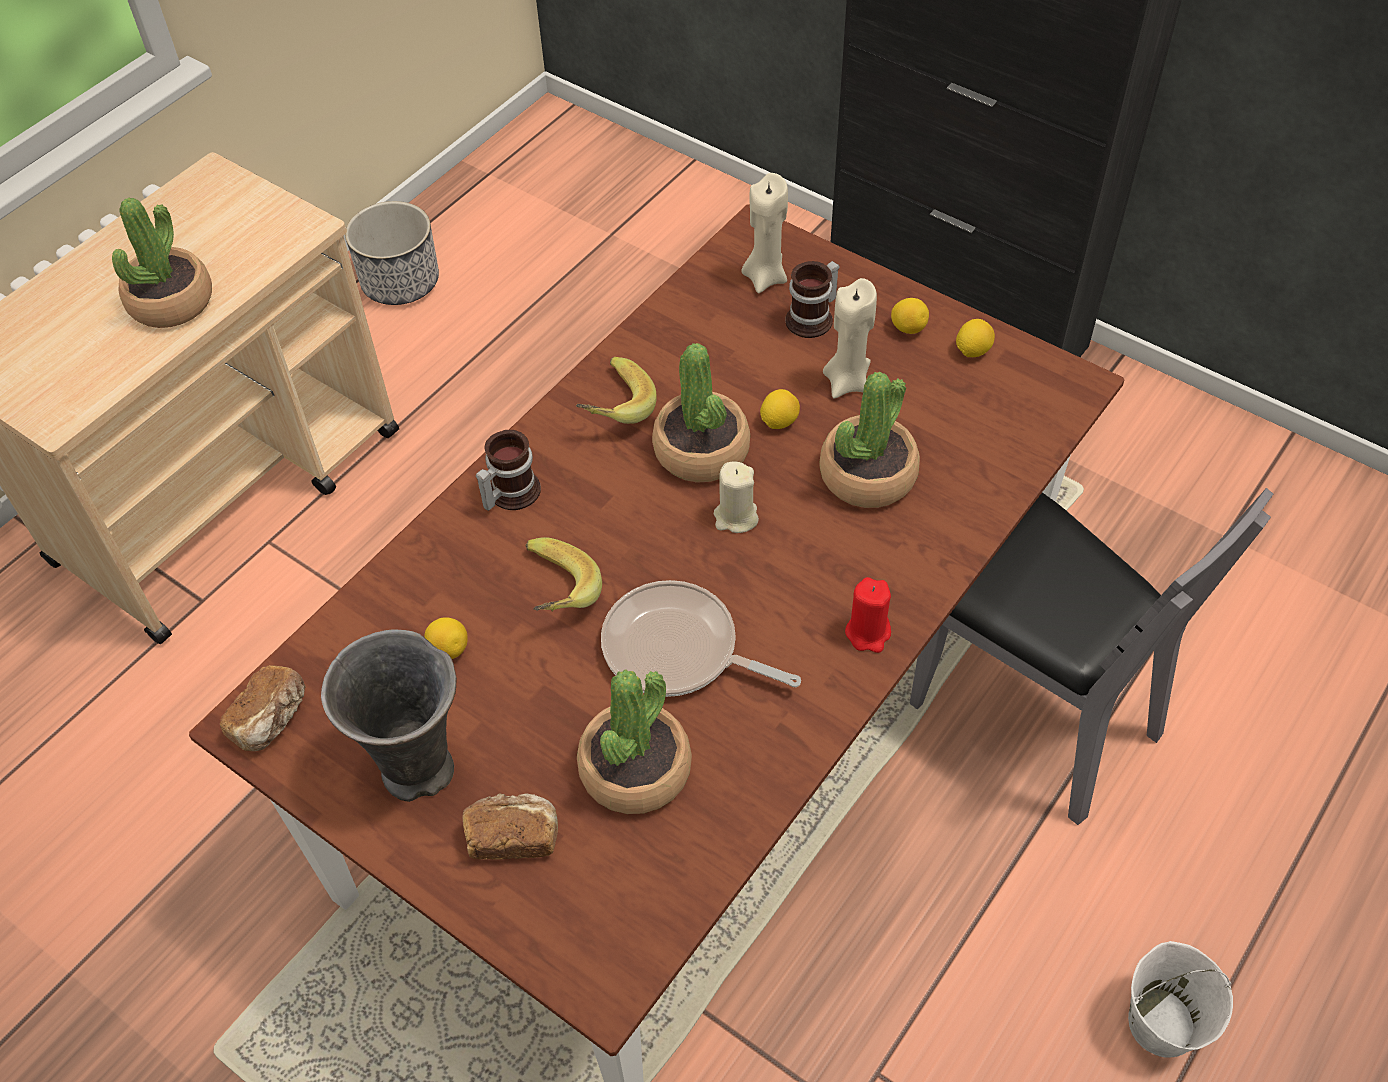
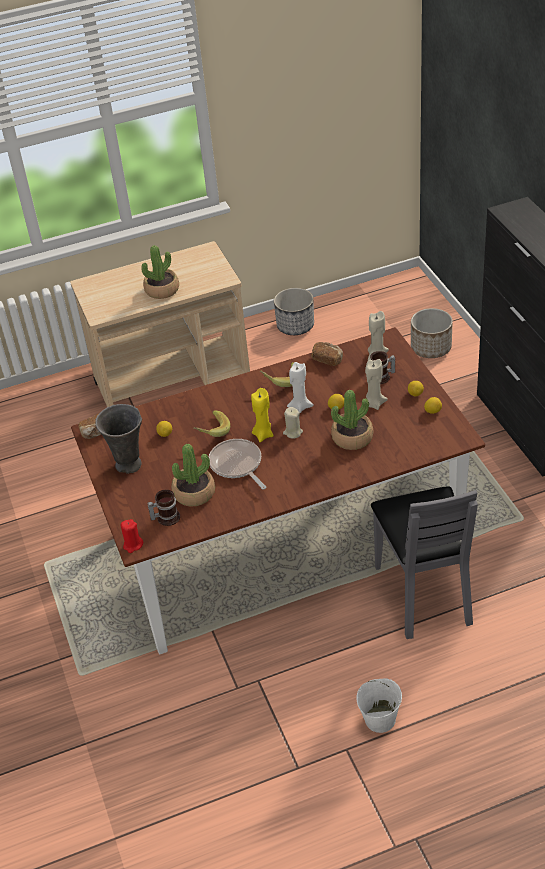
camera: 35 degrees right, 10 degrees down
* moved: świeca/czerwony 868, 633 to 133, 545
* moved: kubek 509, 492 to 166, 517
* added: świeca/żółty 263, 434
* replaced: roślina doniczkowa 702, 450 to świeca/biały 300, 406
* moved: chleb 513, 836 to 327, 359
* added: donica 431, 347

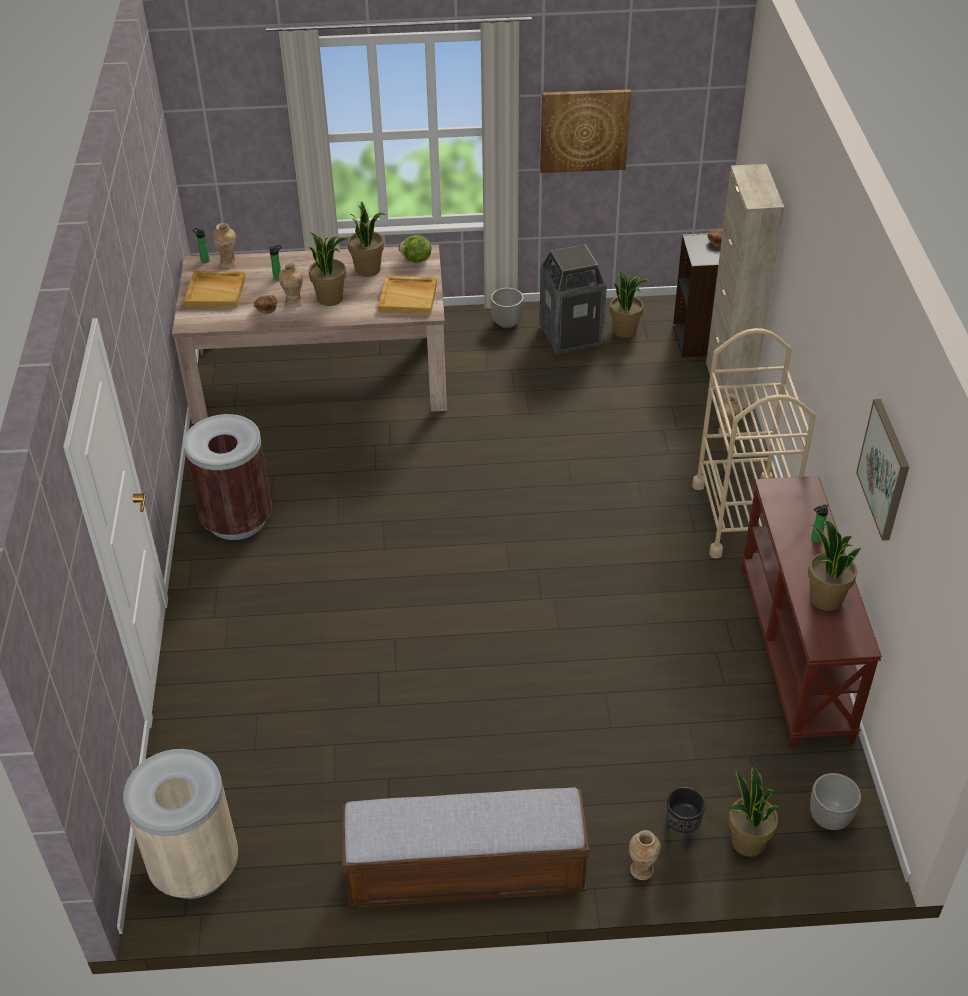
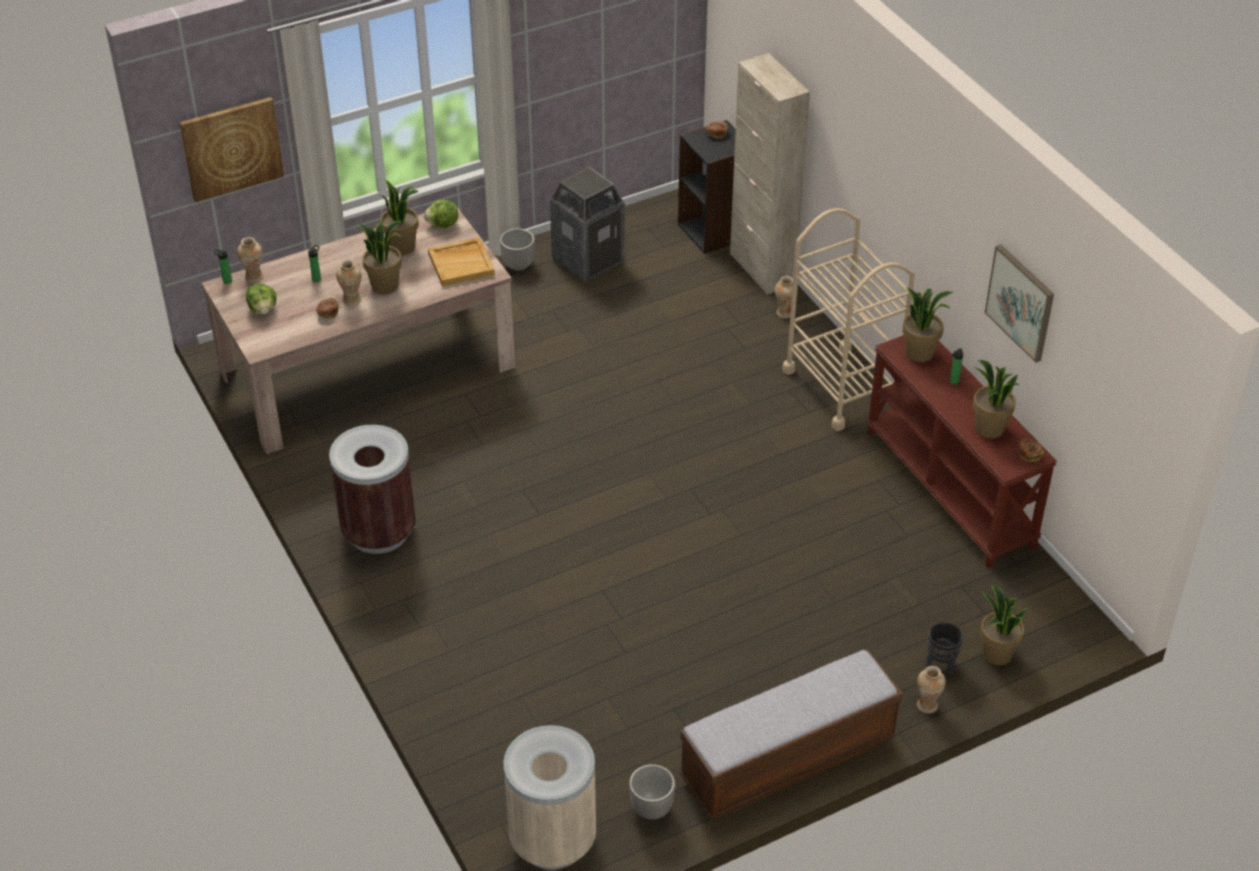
camera: 25 degrees left, 0 degrees up
* moved: obraz 584, 130 to 231, 148
* replaced: taca/beżowy 216, 291 to sałata 263, 310
* moved: donica 829, 819 to 652, 809
* moved: roślina doniczkowa 625, 330 to 920, 353
* added: chleb 1028, 455

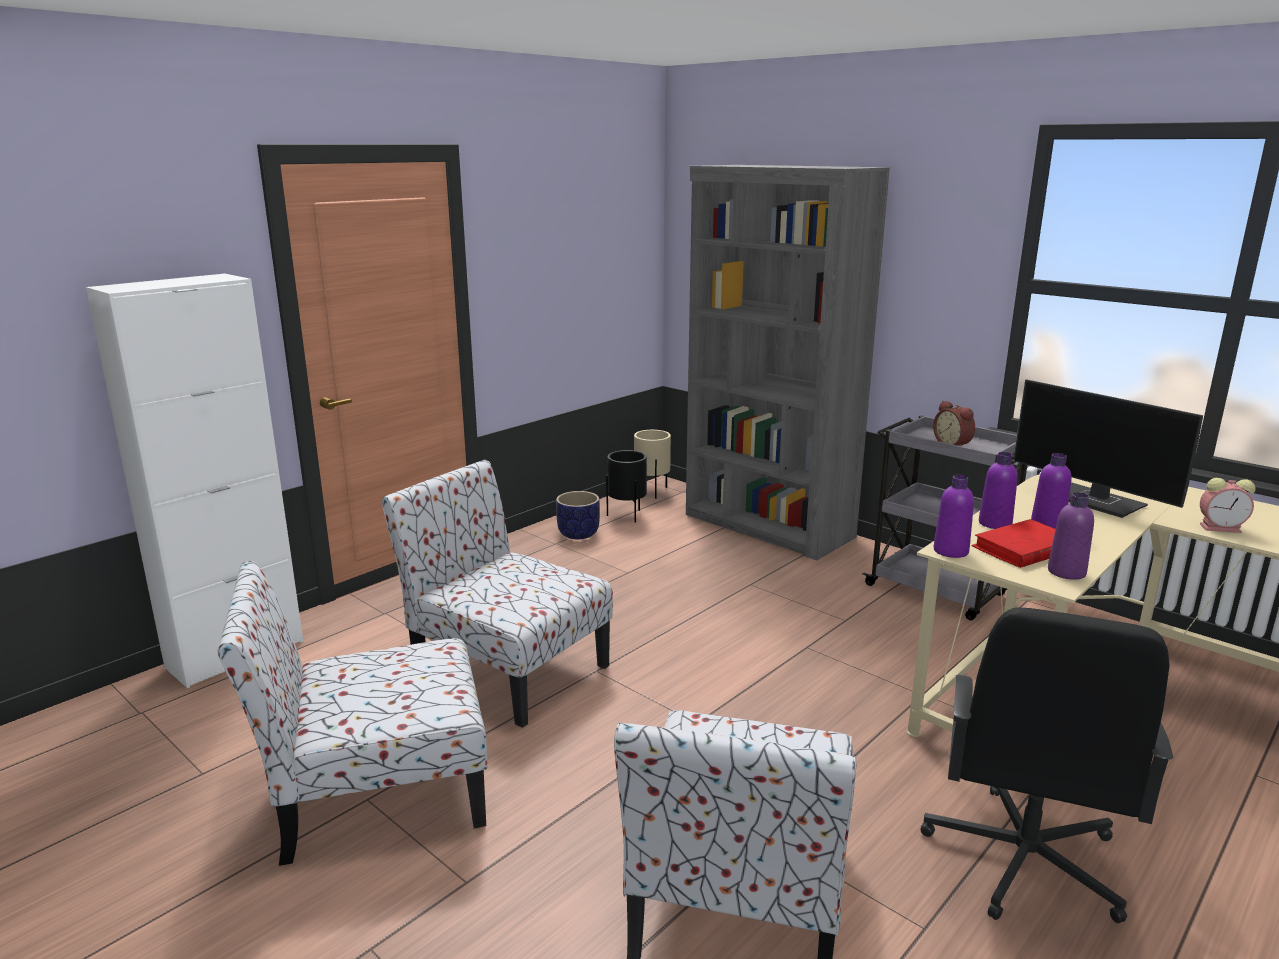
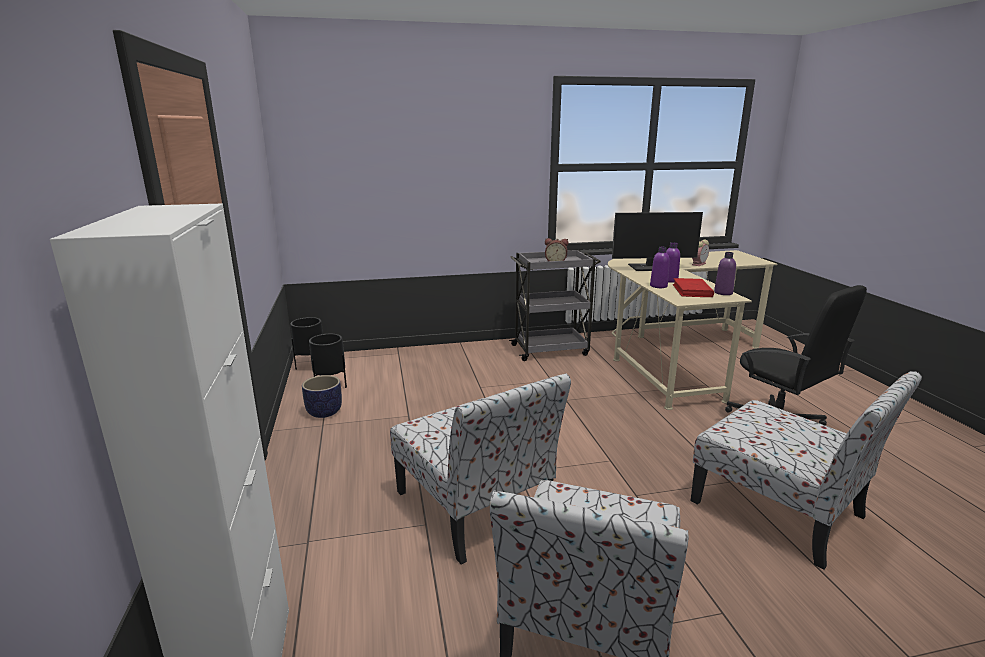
camera: 55 degrees left, 0 degrees up
* recoloured: donica/beżowy 652, 491 to donica/czarny 311, 367
* turned: krzesło 506, 669 = 475, 507 105 degrees counterclockwise
* removed: regał/szary 768, 526
* removed: butelka/fioletowy 950, 551

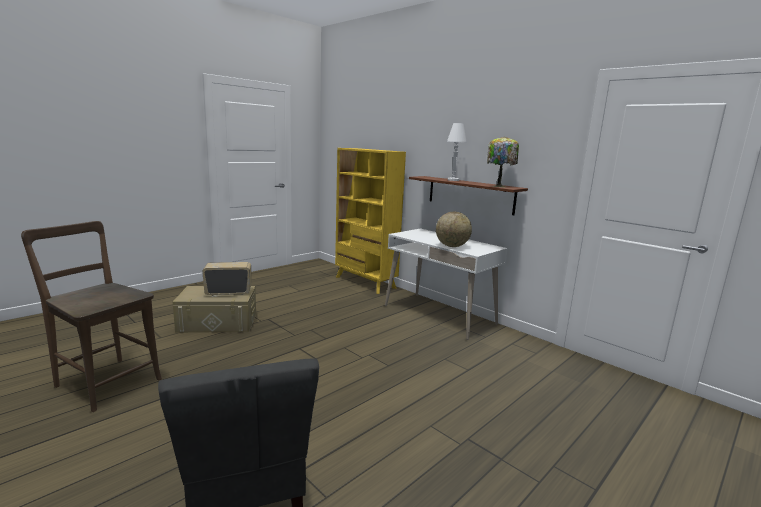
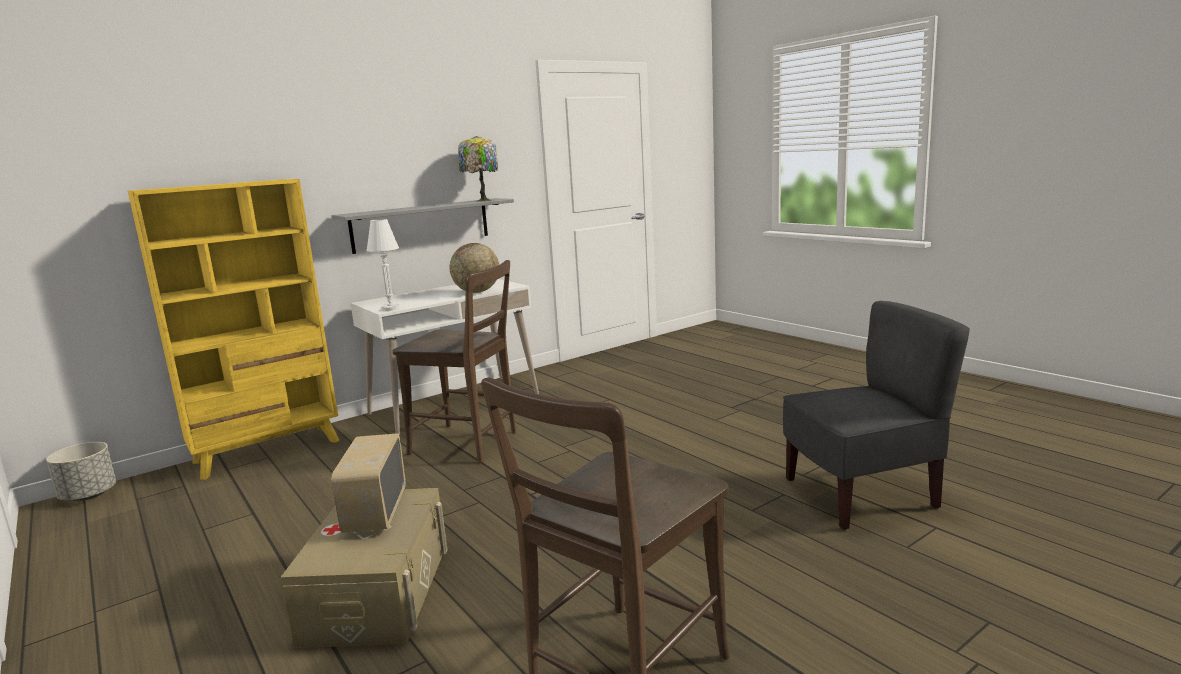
camera: 80 degrees left, 0 degrees up
* added: donica/szary 89, 495
* recoloured: półka/brązowy 470, 194 to półka/szary 421, 225
* moved: lampa stołowa/biały 453, 180 to 390, 308
* added: krzesło/brązowy 469, 443

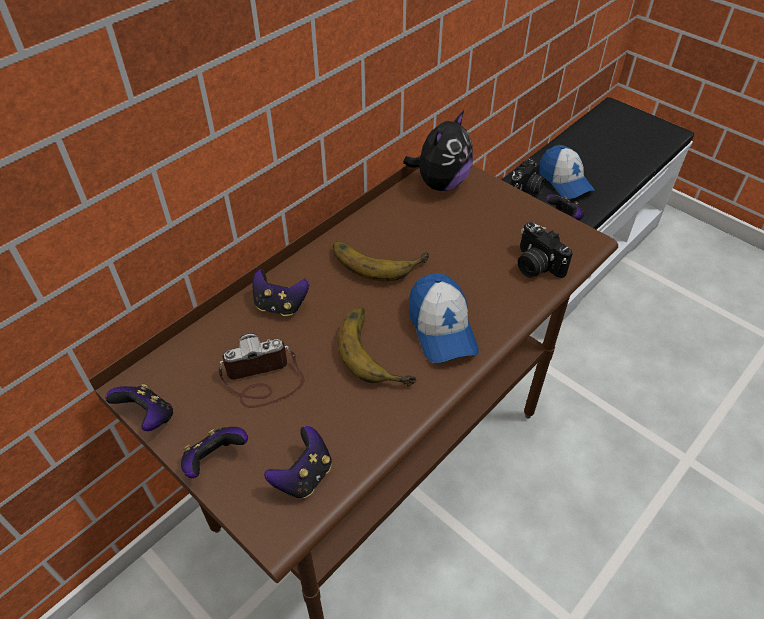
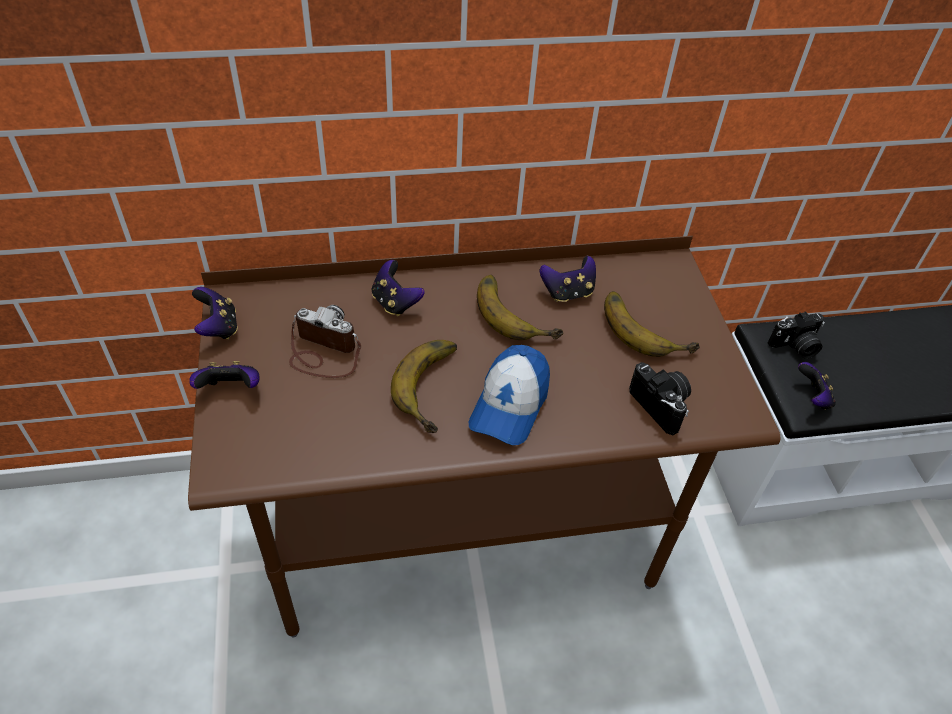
camera: 35 degrees right, 0 degrees up
* moved: pad do gier 304, 476 to 567, 293
* added: banan 646, 327
* turned: aparat fotograficzny 535, 265 = 662, 405 150 degrees clockwise
* removed: pluszak 440, 183
* removed: czapka z daszkiem 564, 181

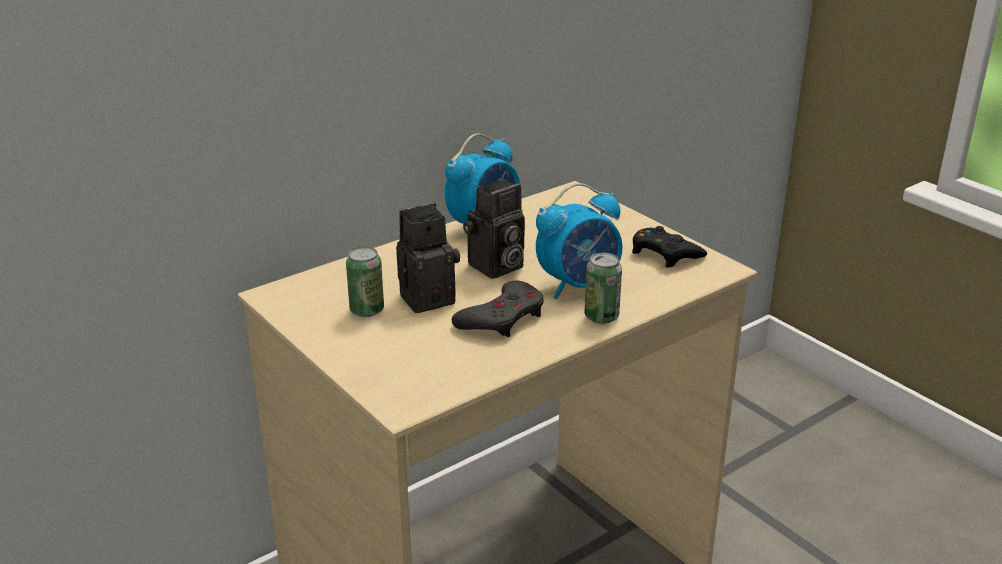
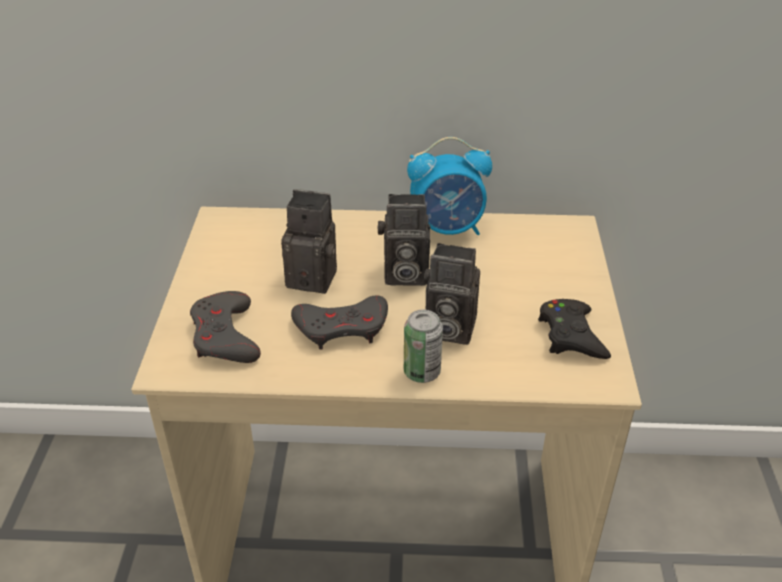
camera: 40 degrees right, 10 degrees up
* added: pad do gier/szary 225, 336
* replaced: budzik 579, 285 to aparat fotograficzny 447, 329
* removed: puszka 367, 310

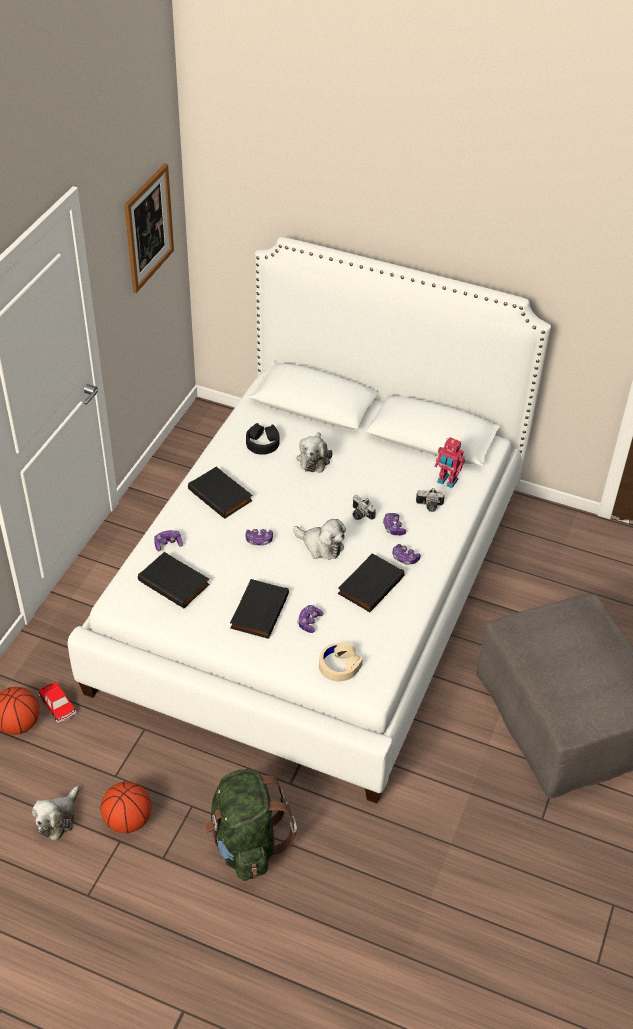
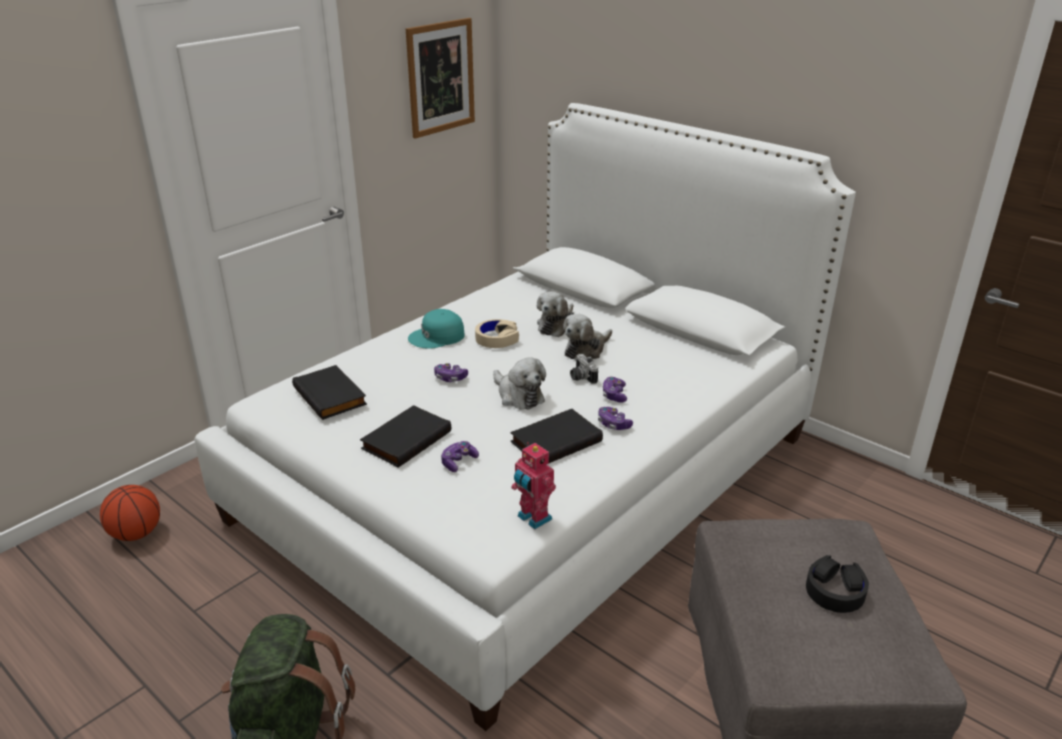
camera: 20 degrees right, 15 degrees down
* replaced: książka/czarny 221, 495 to czapka z daszkiem/turkusowy 437, 337
* moved: słuchawki/beżowy 339, 665 to 497, 339
* moved: robot zabawkowy 447, 481 to 533, 518
* moved: pluszak 58, 818 to 586, 350
* moved: słuchawki/czarny 262, 443 to 835, 591
* removed: samochodzik 57, 705
* removed: piłka do koszykówki 128, 820
* removed: pad do gier 168, 544
* removed: aparat fotograficzny 429, 506

